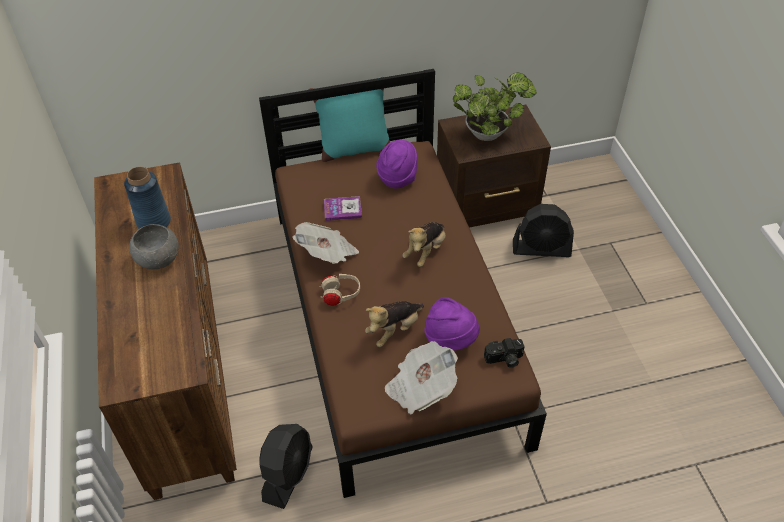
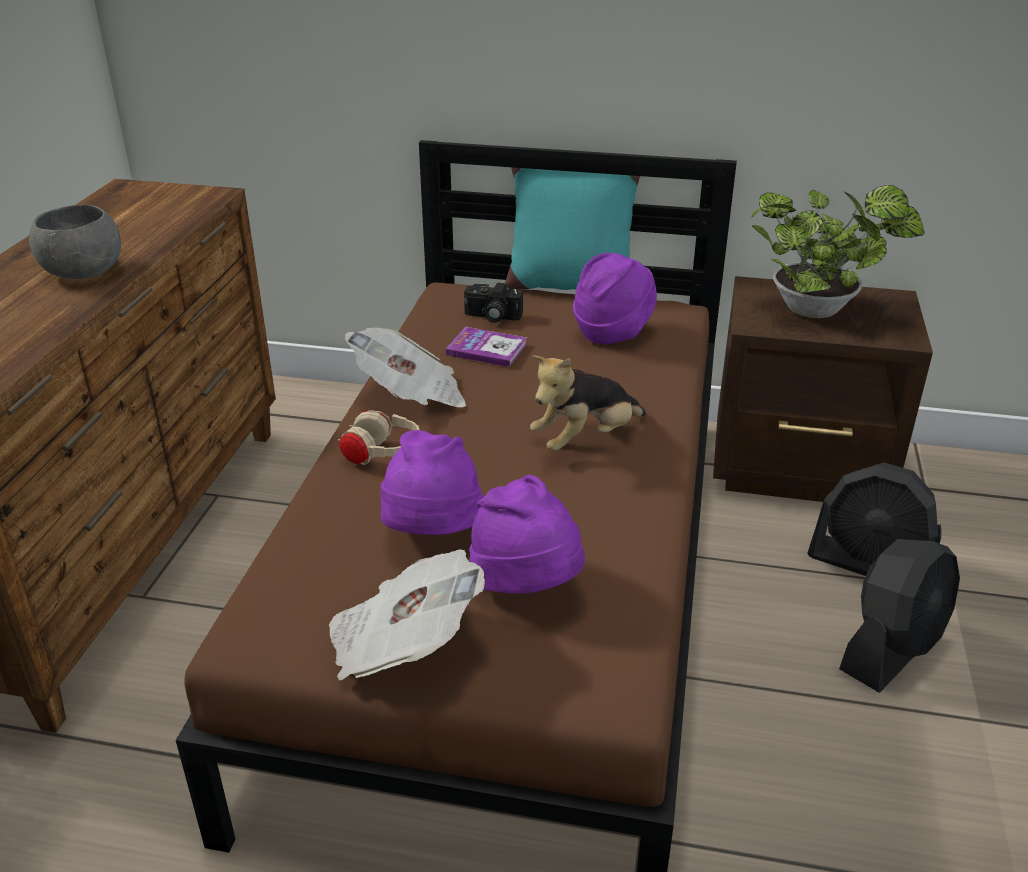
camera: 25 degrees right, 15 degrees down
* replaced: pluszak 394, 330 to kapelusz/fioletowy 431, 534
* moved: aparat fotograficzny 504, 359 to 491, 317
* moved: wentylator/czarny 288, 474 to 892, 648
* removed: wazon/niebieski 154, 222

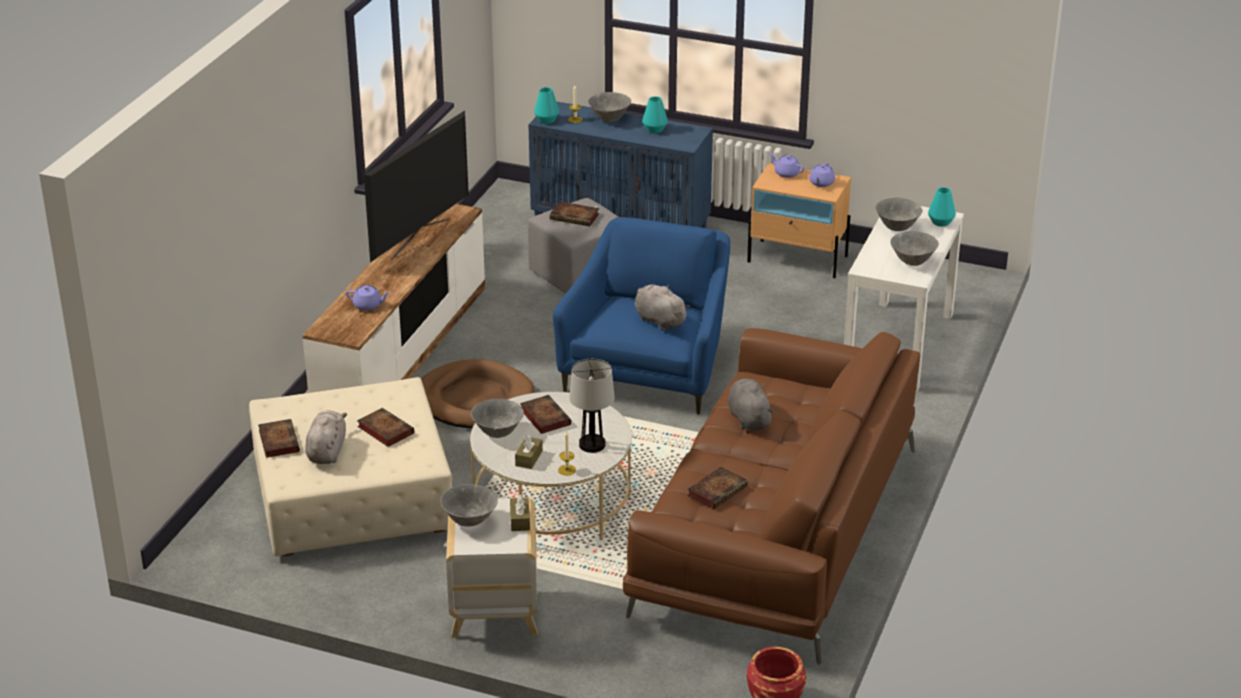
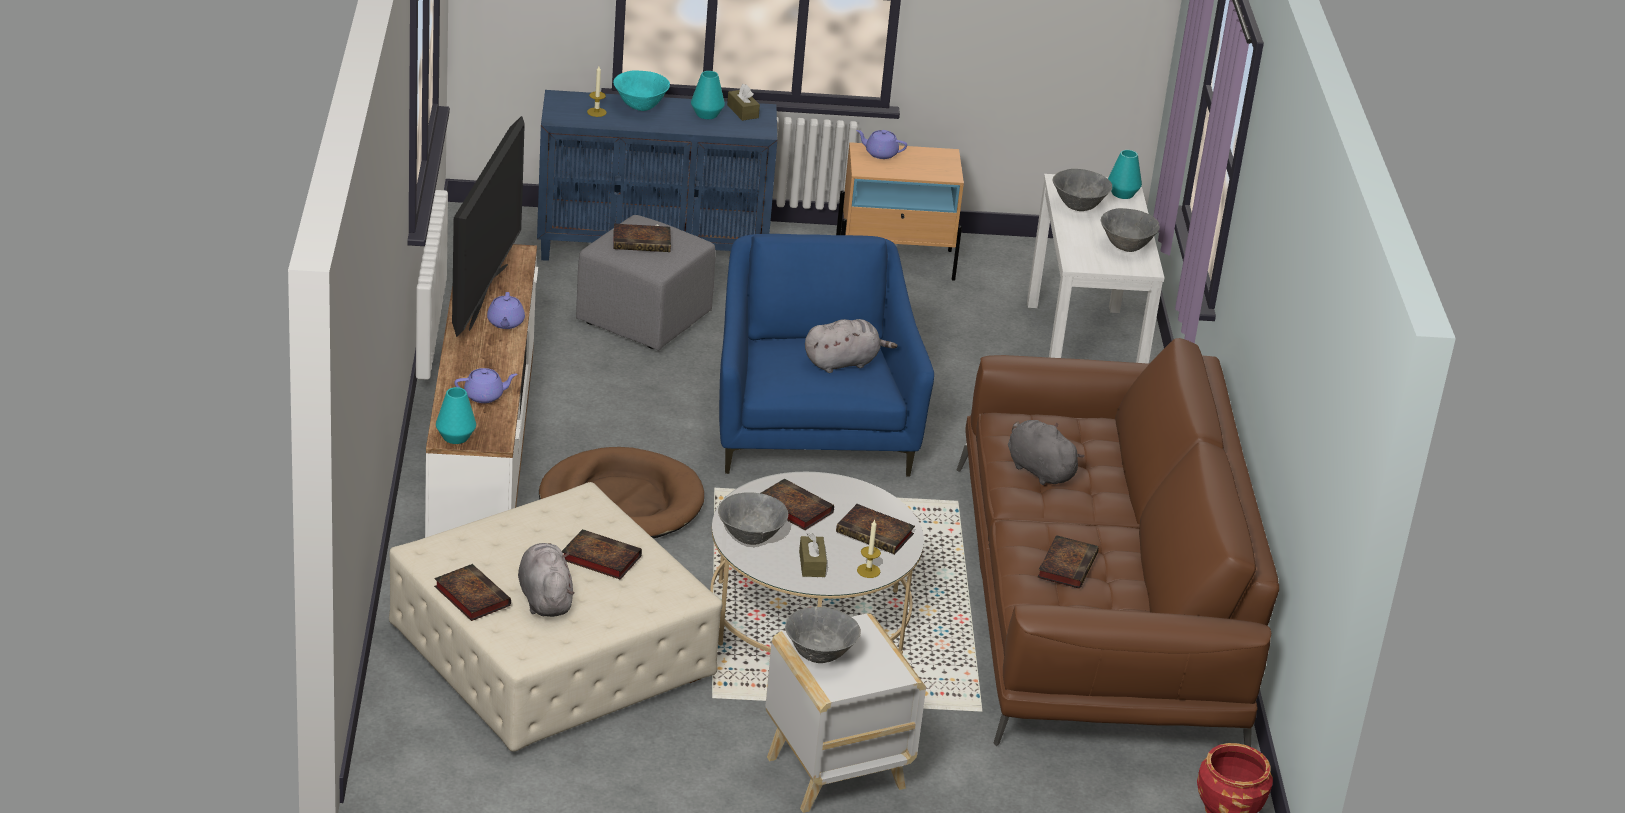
camera: 25 degrees left, 0 degrees up
* moved: wazon/turkusowy 546, 120 to 456, 437
* moved: imbryk/fioletowy 821, 183 to 505, 323
* recoloured: miska/szary 609, 119 to miska/turkusowy 640, 107
* moved: pudełko chusteczek/brązowy 520, 520 to 742, 111
* turned: pluszak/szary 658, 320 = 843, 362 135 degrees clockwise
* replaced: lampa stołowa 592, 445 to książka 877, 533

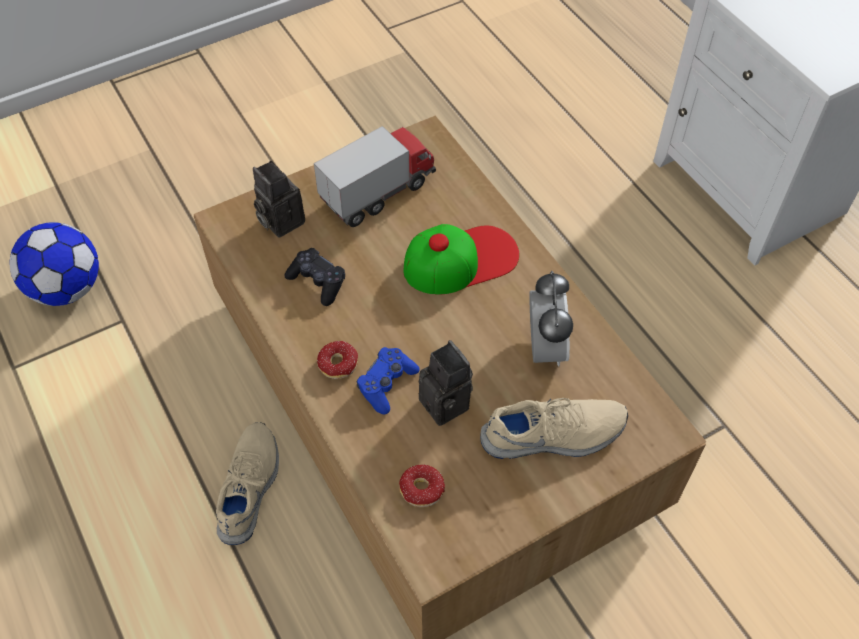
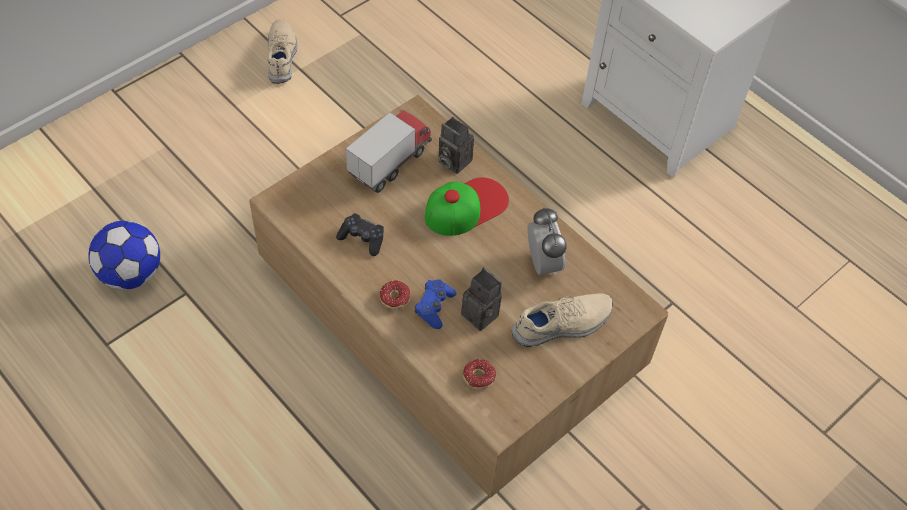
camera: 15 degrees left, 0 degrees up
* moved: but/beżowy 250, 487 to 282, 56
* moved: aparat fotograficzny 279, 220 to 452, 161

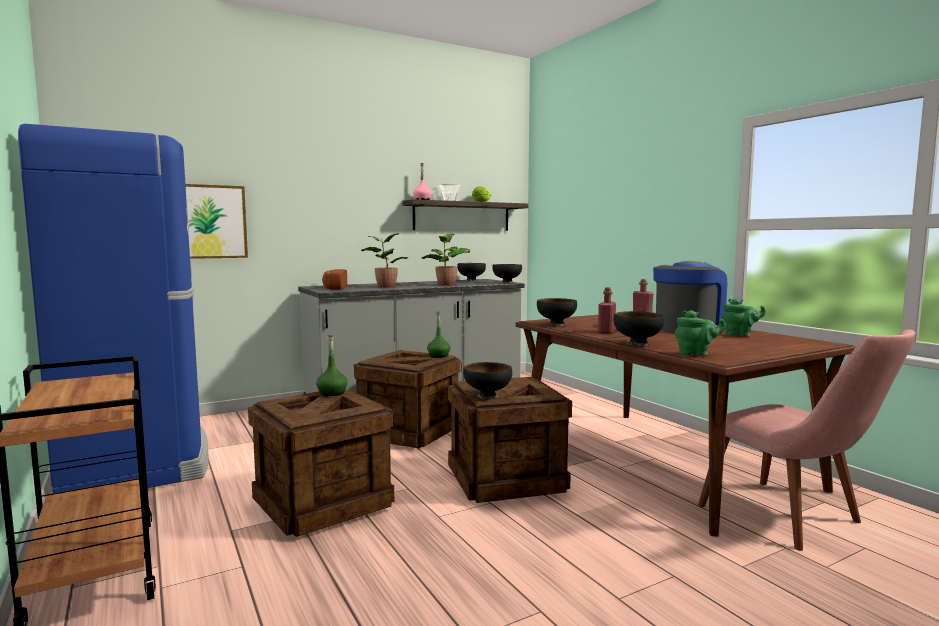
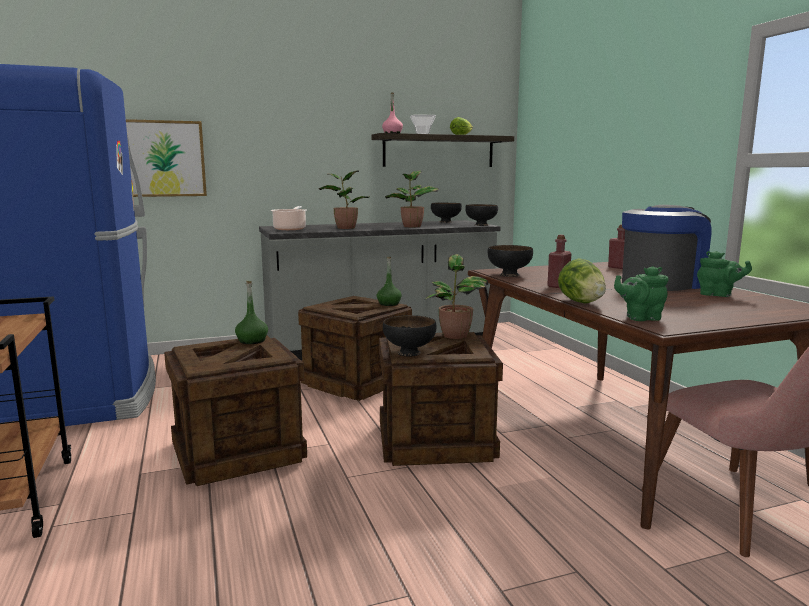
camera: 10 degrees right, 5 degrees up
* replaced: chleb 334, 288 to garnek 290, 229
* added: roślina doniczkowa 455, 336
* replaced: miska/czarny 637, 344 to sałata 581, 302
* turned: imbryk/zielony 696, 354 = 640, 318 150 degrees clockwise

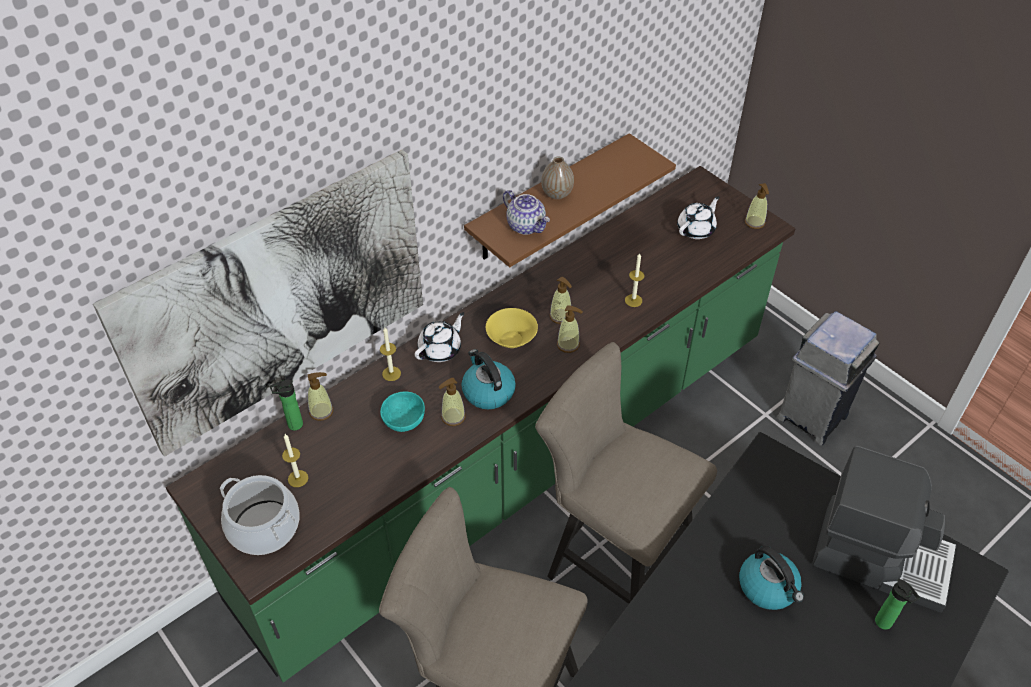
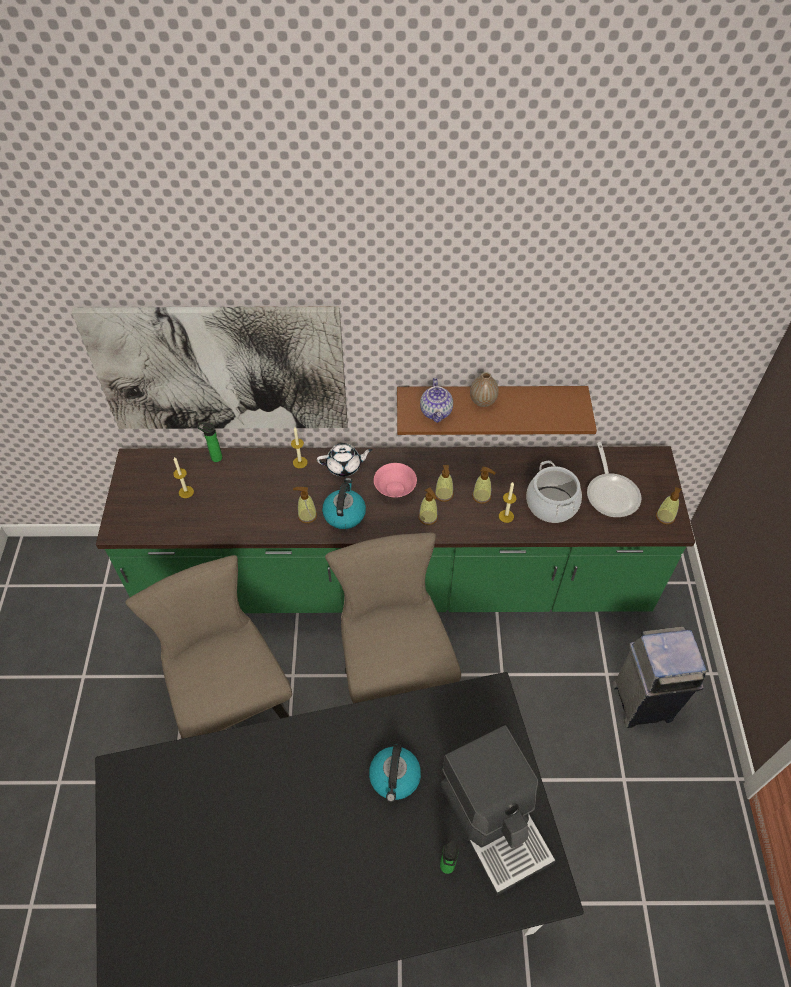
camera: 40 degrees right, 5 degrees up
* recoloured: miska/żółty 511, 339 to miska/różowy 394, 489
* moved: dozownik mydła 321, 411 to 481, 496
* moved: garnek 264, 527 to 551, 504
* replaced: imbryk/biały 696, 229 to patelnia 611, 493
* removed: miska/turkusowy 403, 421

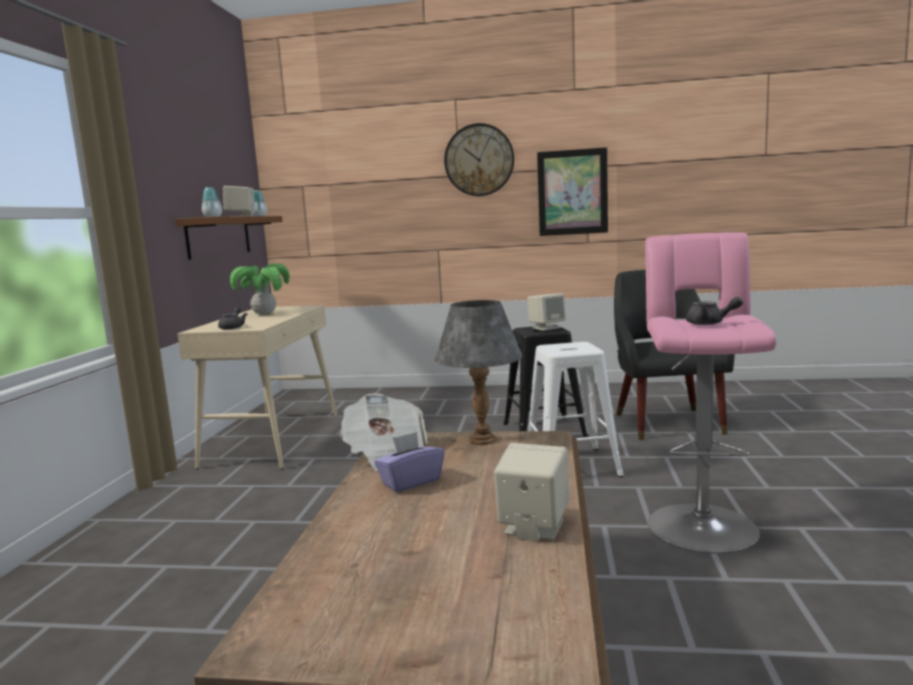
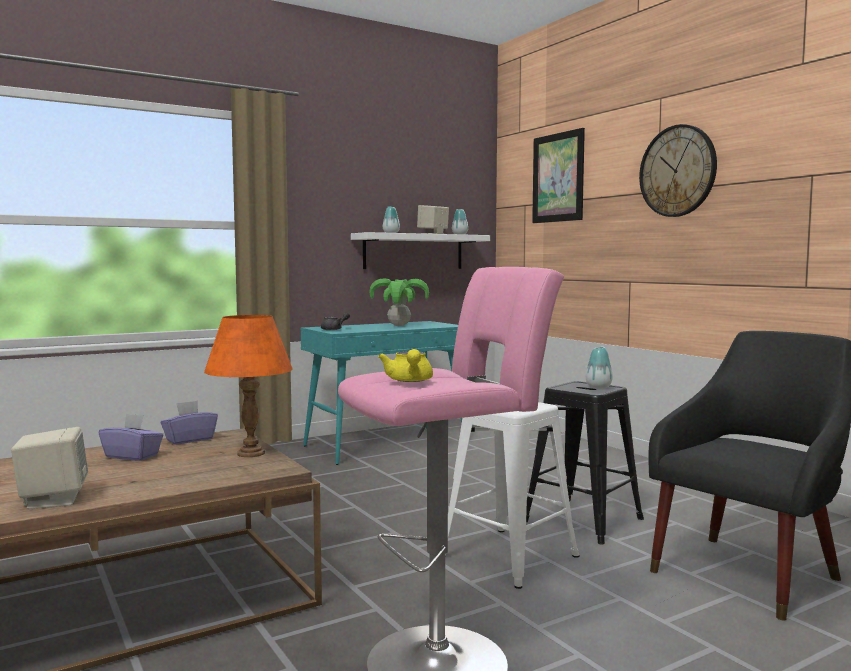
camera: 50 degrees right, 5 degrees down
* replaced: gazeta 386, 454 to pudełko chusteczek/fioletowy 189, 439
* recoloured: lampa stołowa/szary 482, 440 to lampa stołowa/pomarańczowy 251, 453
* recoloured: stolik konsolowy/beżowy 273, 439 to stolik konsolowy/turkusowy 387, 444
* recoloured: półka/brązowy 219, 236 to półka/biały 413, 251
* recoloured: imbryk/szary 710, 323 to imbryk/żółty 409, 381
* moved: obraz 572, 192 to 558, 177
* replaced: głośnik/beżowy 546, 328 to wazon 598, 387

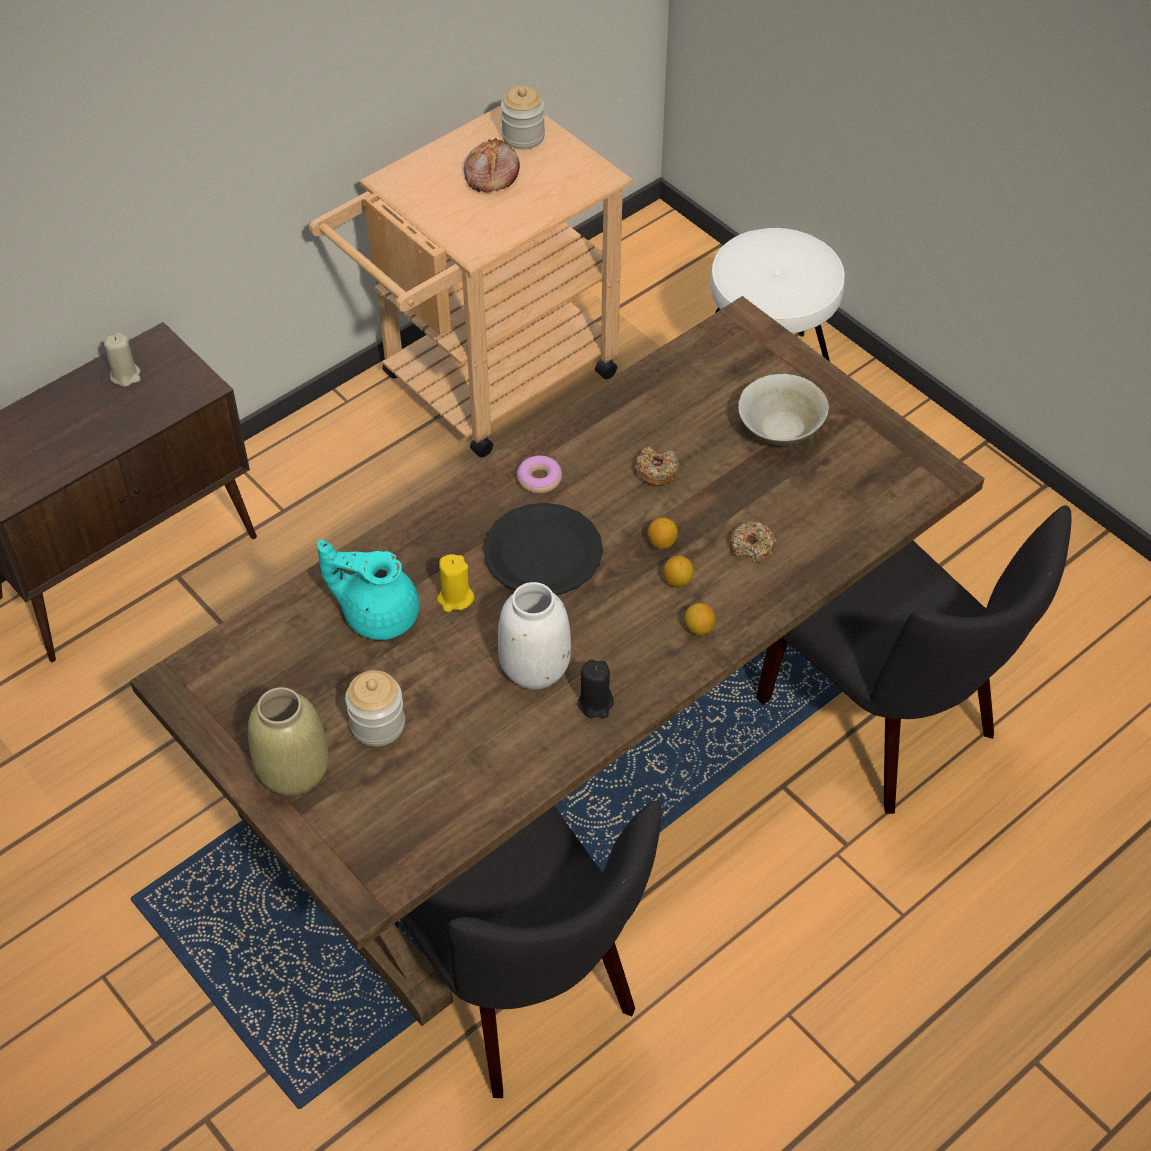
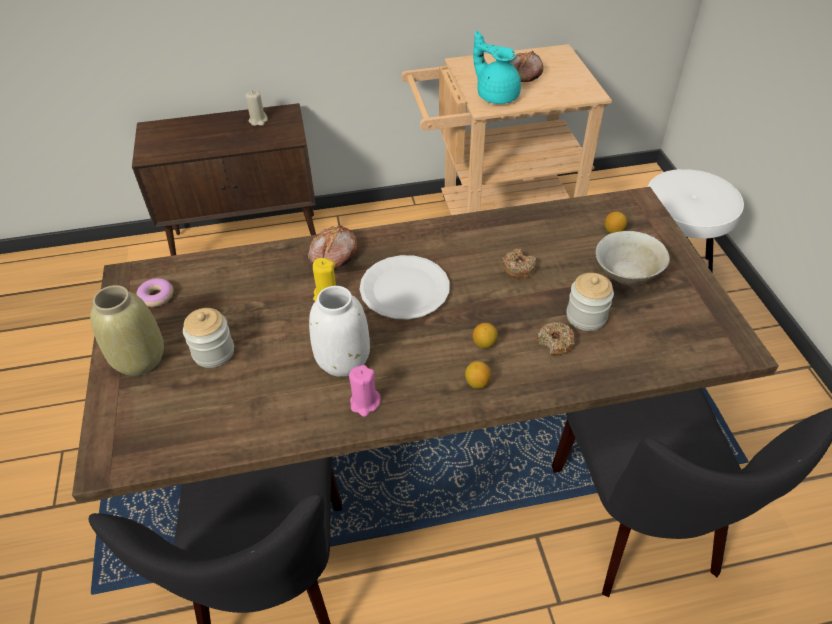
camera: 30 degrees right, 5 degrees down
* moved: donut 539, 479 to 156, 296
* added: chleb 333, 254
* recoloured: świeca/czarny 595, 703 to świeca/różowy 365, 403
* recoloured: talerz/czarny 542, 552 to talerz/biały 404, 289
* moved: imbryk/turkusowy 378, 614 to 496, 95
* moved: słoik 523, 137 to 586, 316
* moved: cytryna 661, 542 to 613, 231

